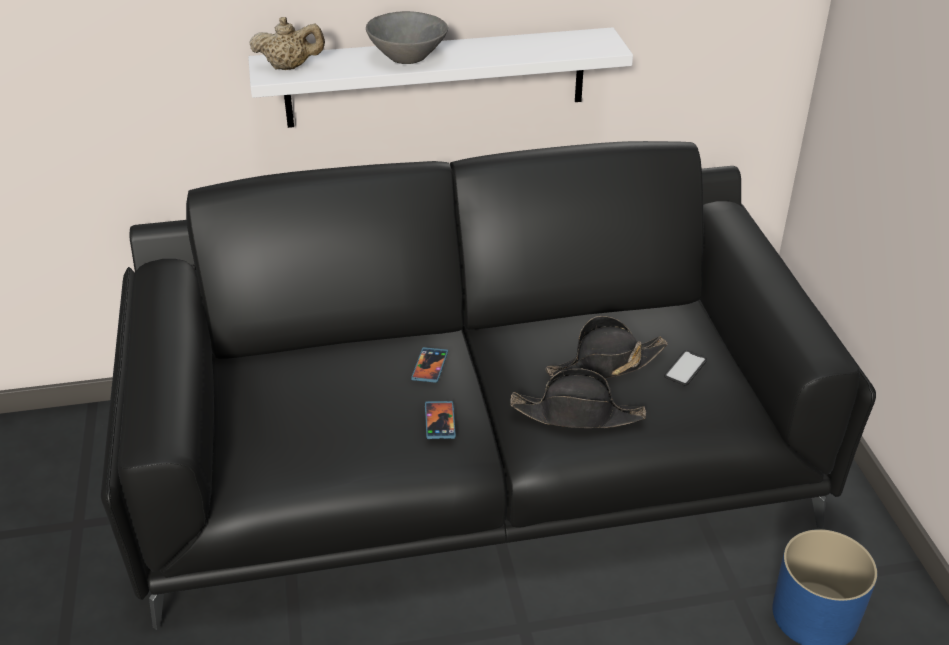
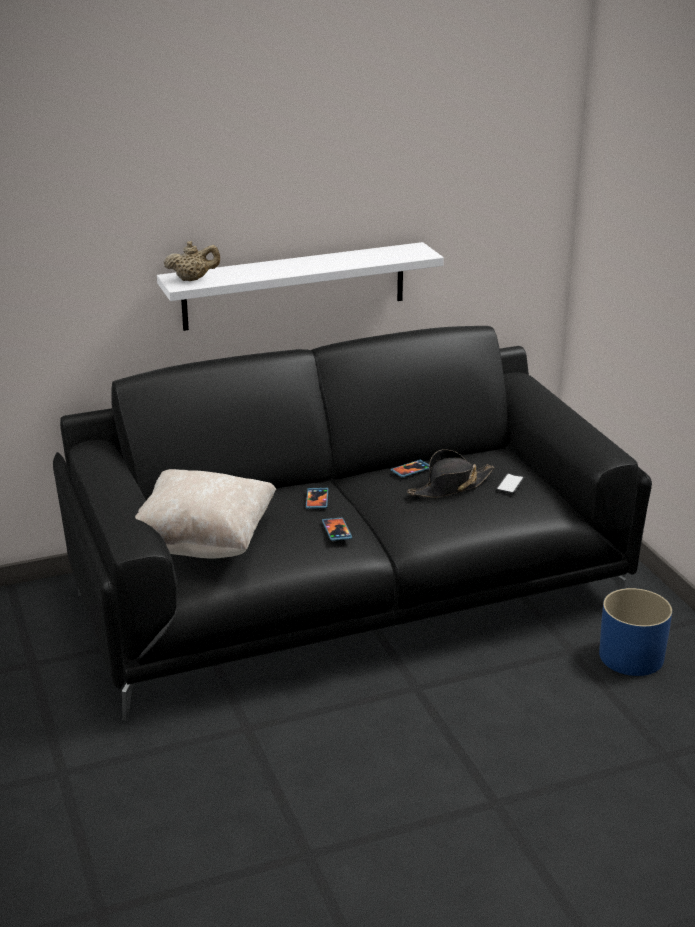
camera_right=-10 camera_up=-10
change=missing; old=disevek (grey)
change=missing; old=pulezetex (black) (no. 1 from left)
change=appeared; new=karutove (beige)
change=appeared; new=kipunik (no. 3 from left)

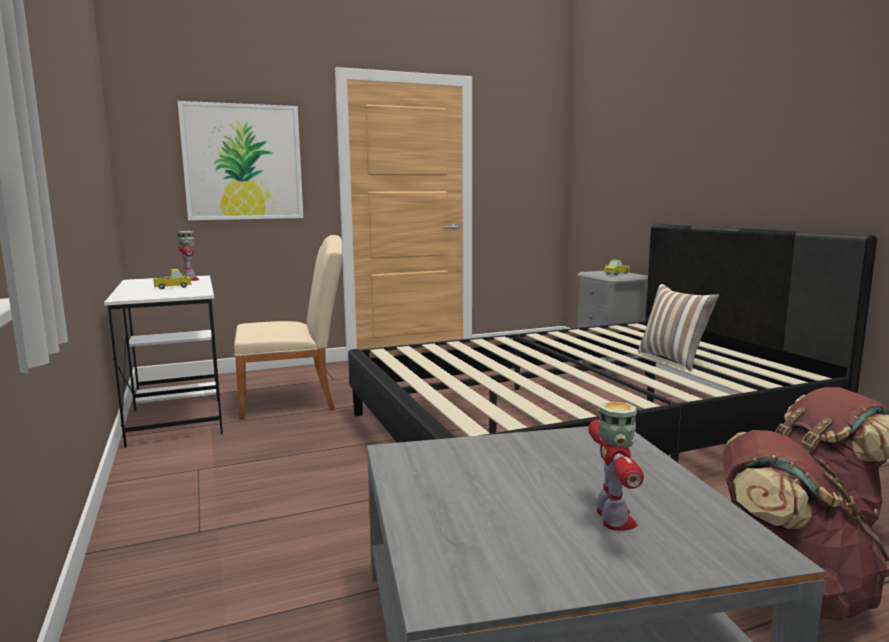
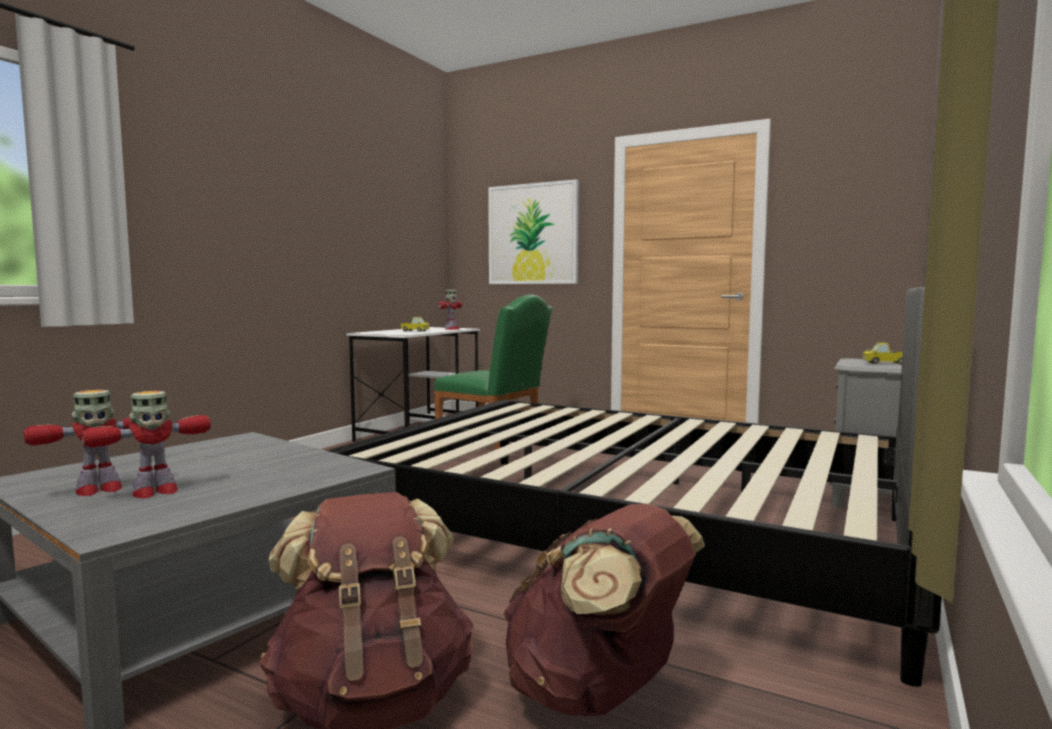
camera_right=50 camera_up=-5
change=colour; old=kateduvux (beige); new=kateduvux (green)
change=missing; old=karutove
change=appeared; new=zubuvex (no. 1 from left)

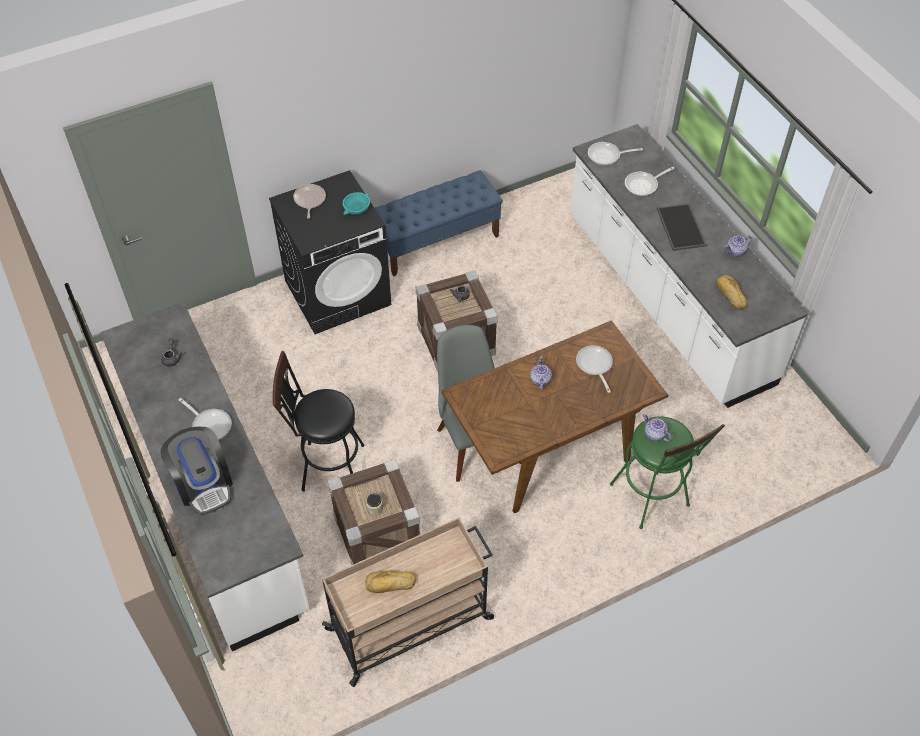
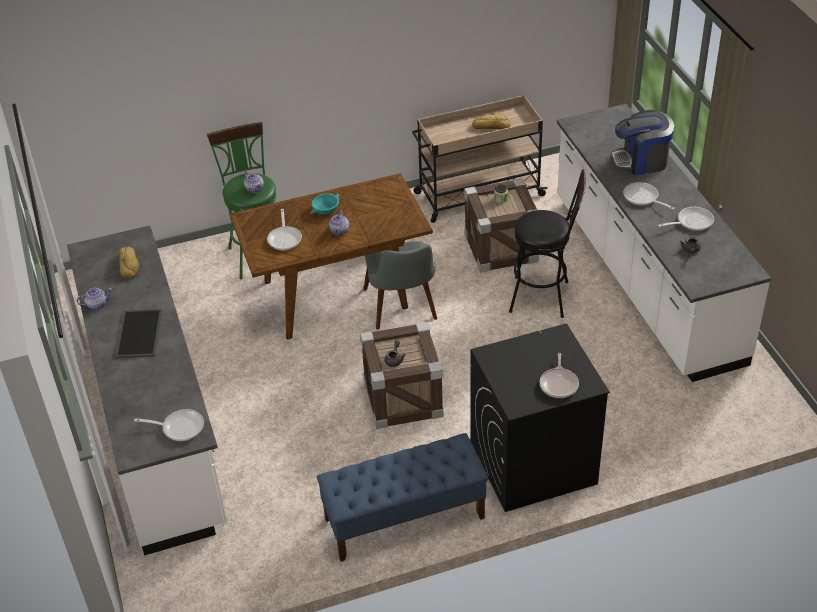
camera_right=-170 camera_up=-10
change=spun; old=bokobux; degrees=-75
change=relocated; old=disevek (turquoise)
change=relocated; old=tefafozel (no. 5 from left)

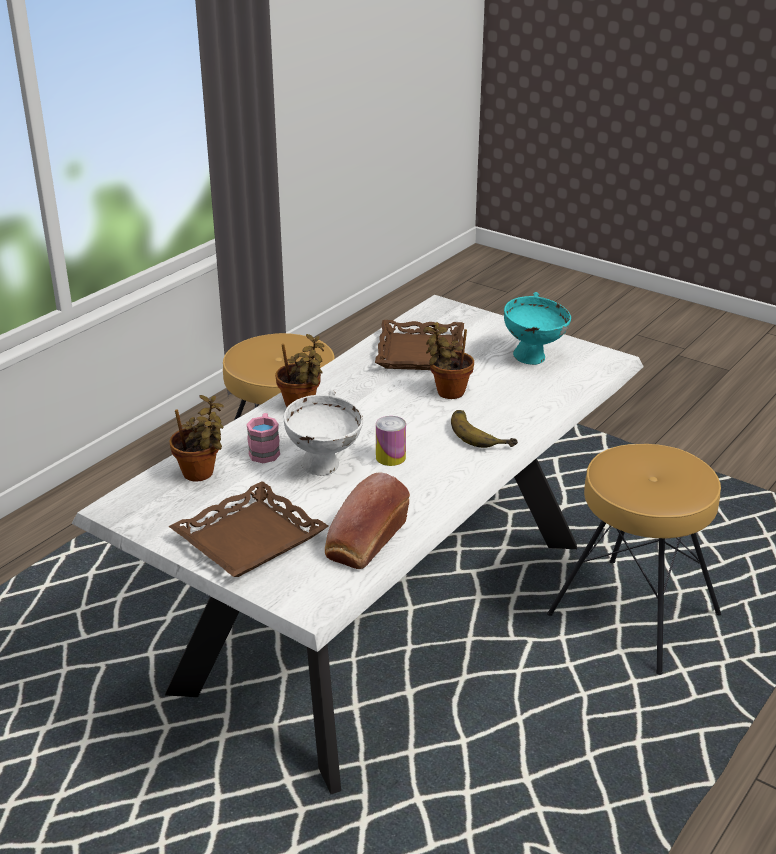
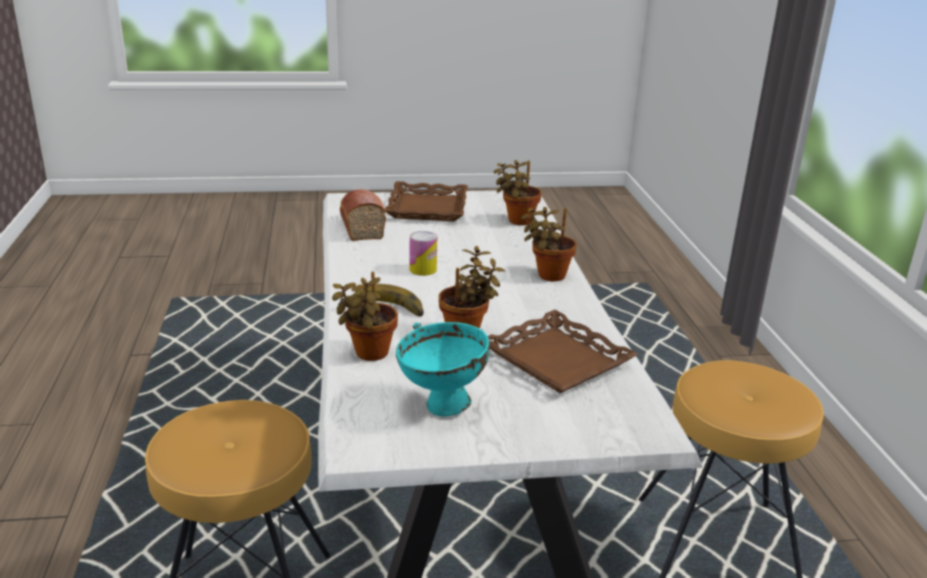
camera_right=135 camera_up=-5
change=missing; old=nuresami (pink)
change=missing; old=disevek (white)
change=appeared; new=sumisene (no. 1 from left)

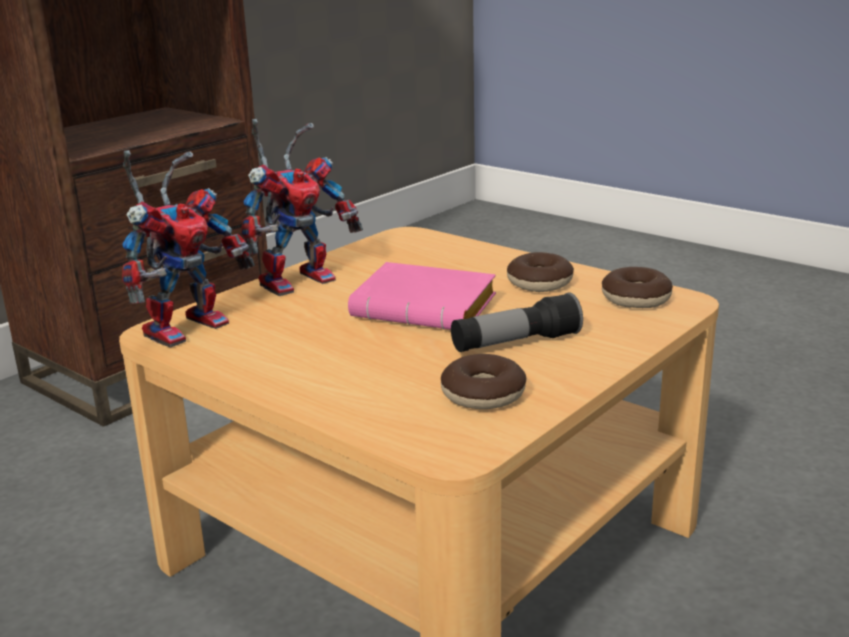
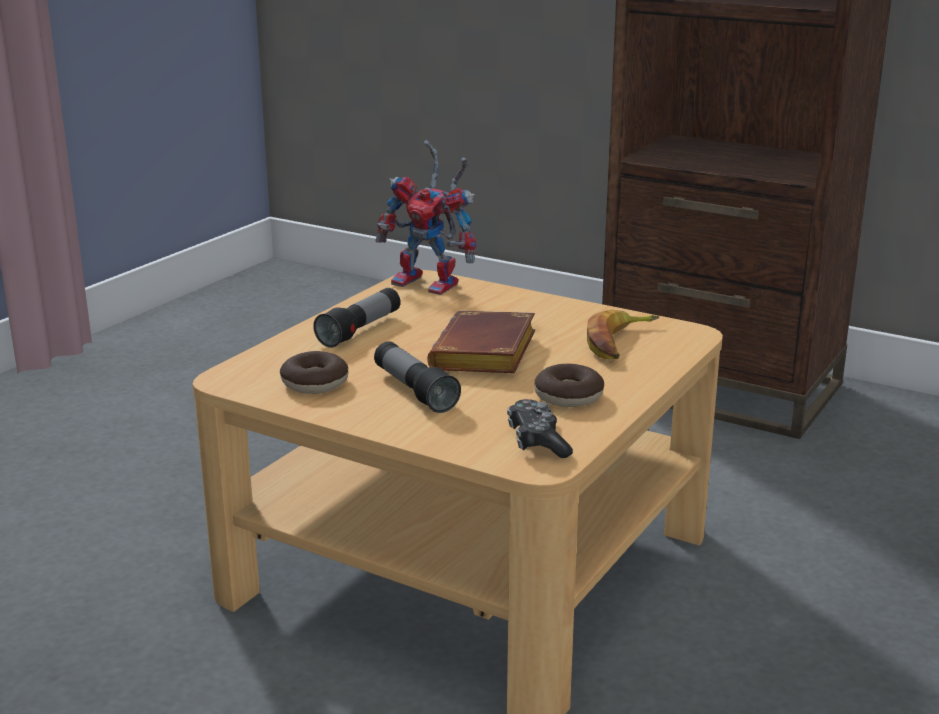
camera_right=80 camera_up=0
change=missing; old=zubuvex (no. 2 from left)
change=colour; old=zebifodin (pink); new=zebifodin (brown)
change=exchanged; old=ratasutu (no. 3 from left); new=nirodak
change=appeared; new=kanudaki (no. 1 from left)
change=appeared; new=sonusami

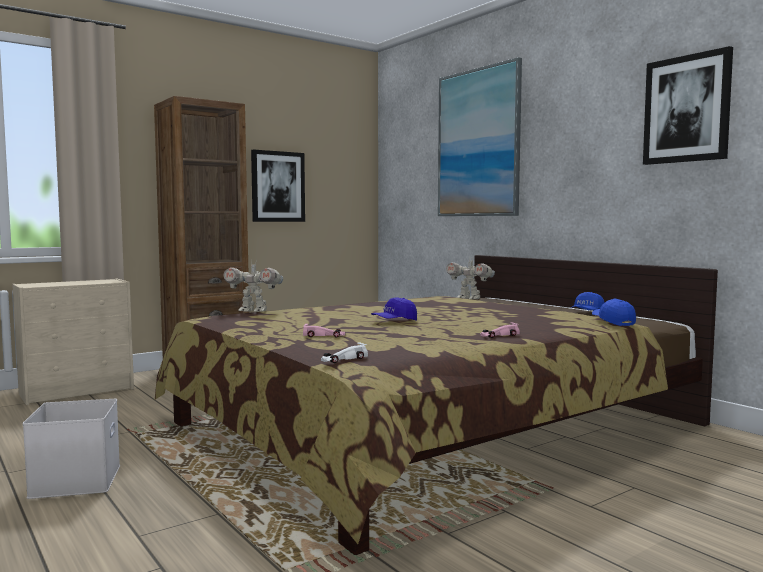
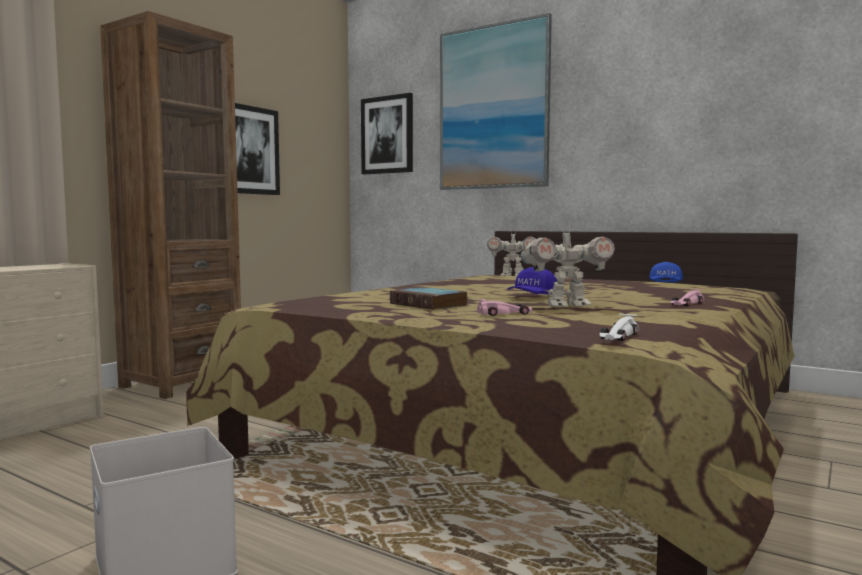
camera_right=-20 camera_up=0
change=relocated; old=zubuvex (no. 1 from left in the first image); new=zubuvex (no. 2 from left)
change=missing; old=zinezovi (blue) (no. 3 from left)
change=relocated; old=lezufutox (no. 3 from left in the first image); new=lezufutox (no. 2 from left)
change=appeared; new=zebifodin

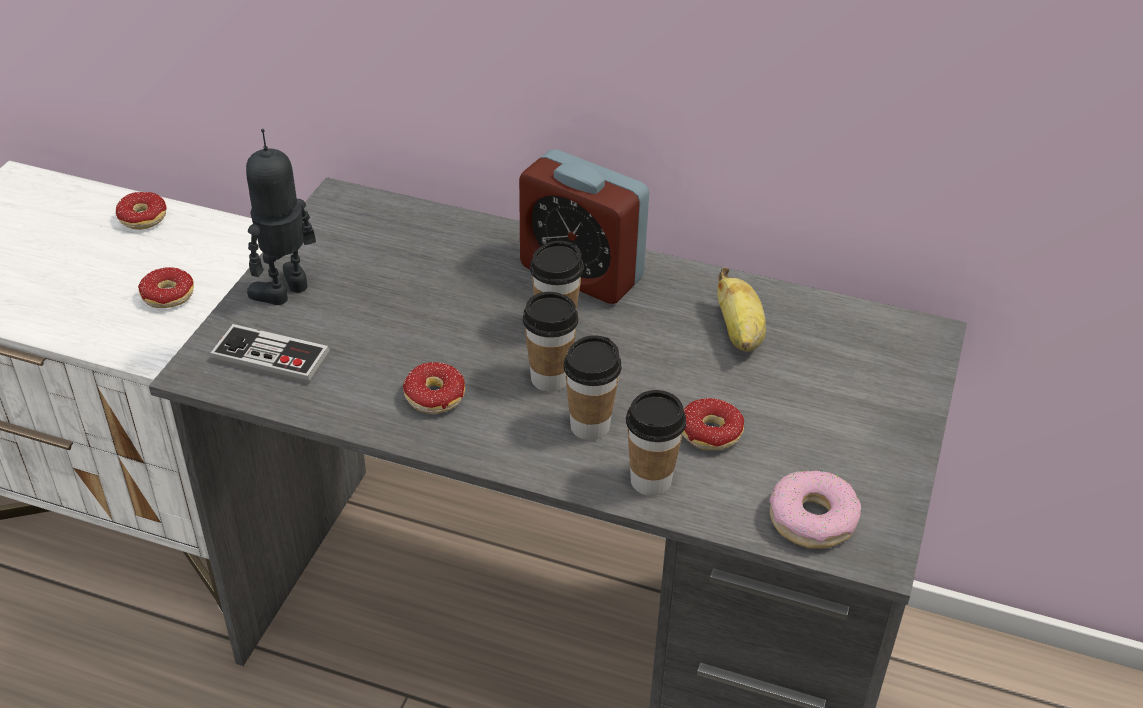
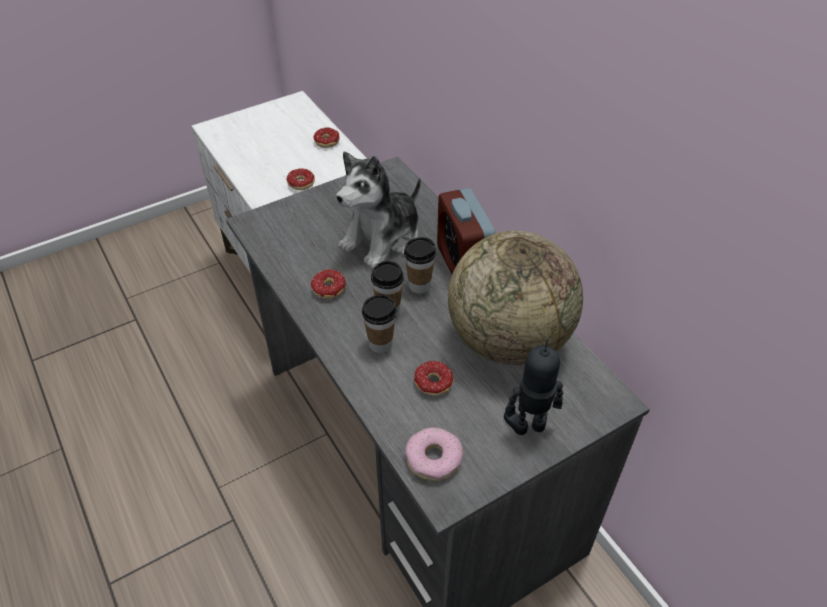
camera_right=40 camera_up=5
change=missing; old=nirodak
change=relocated; old=zubuvex
change=missing; old=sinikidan (no. 4 from left)
change=exchanged; old=sonusami; new=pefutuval
change=appeared; new=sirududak

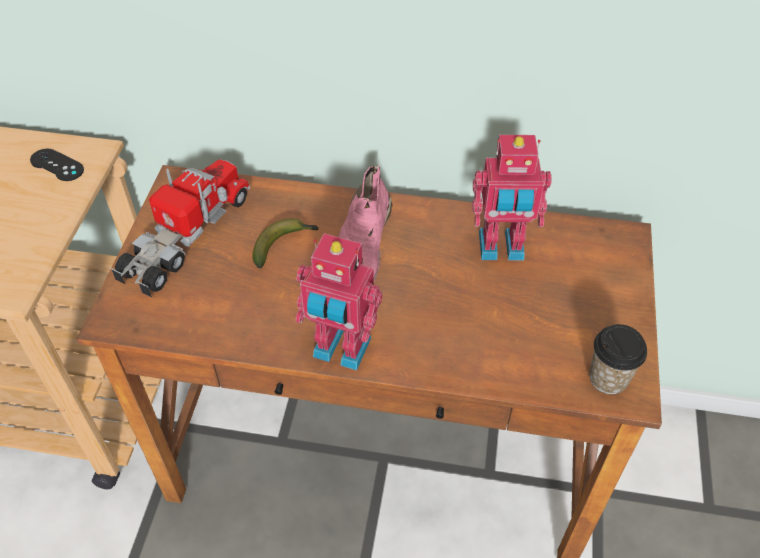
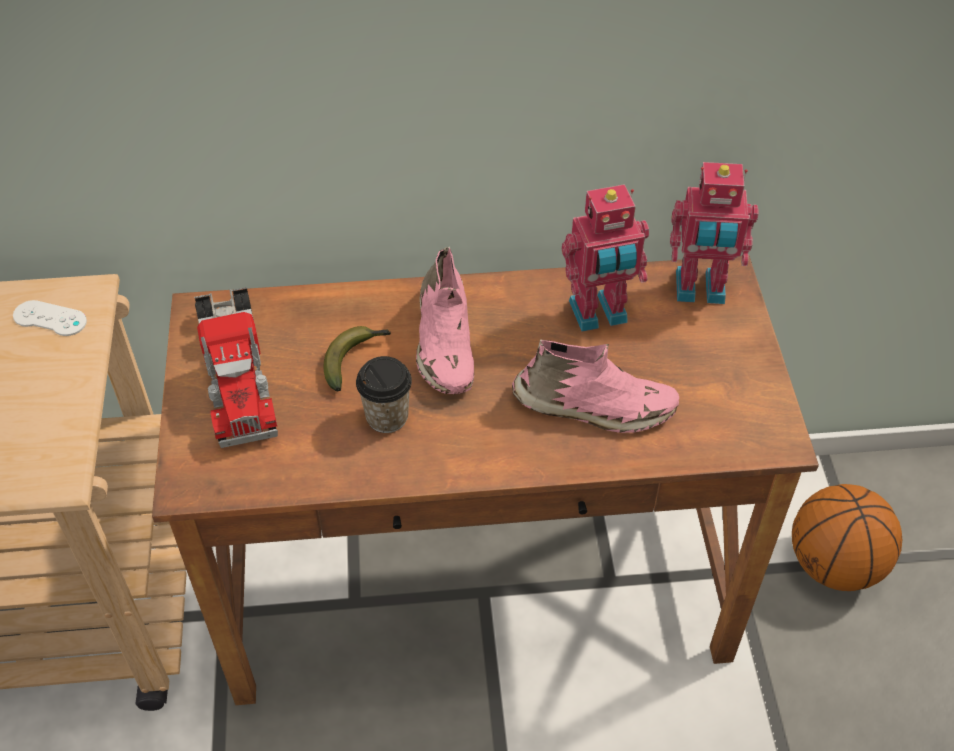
camera_right=-15 camera_up=0
change=colour; old=nirodak (black); new=nirodak (white)
change=spun; old=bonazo; degrees=150
change=relocated; old=zubuvex (no. 1 from left in the first image); new=zubuvex (no. 2 from left)
change=relocated; old=sinikidan
change=appeared; new=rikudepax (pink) (no. 2 from left)
change=appeared; new=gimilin

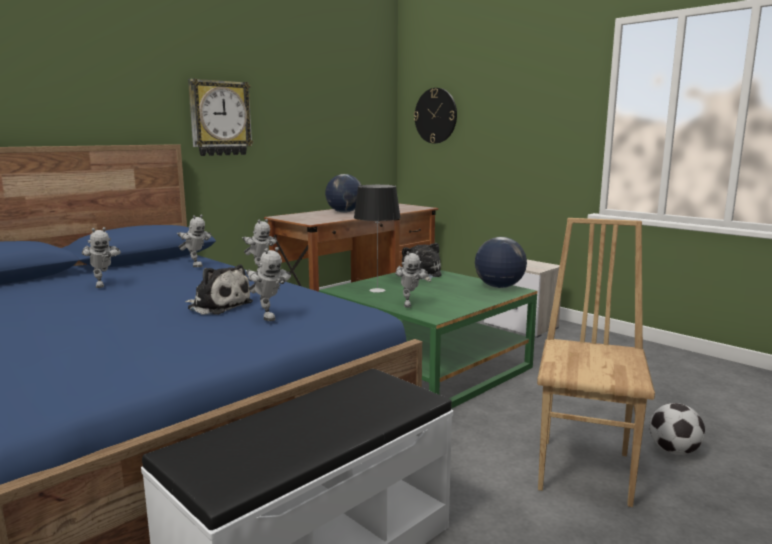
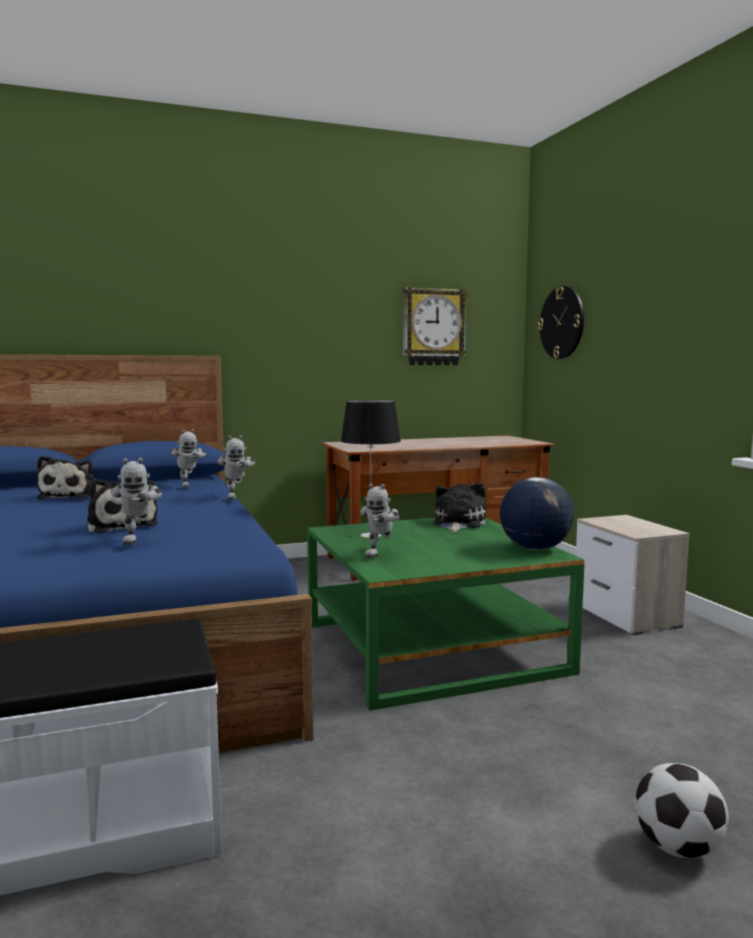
camera_right=25 camera_up=-5
change=exchanged; old=zubuvex (no. 1 from left); new=sirududak (no. 1 from left)
change=relocated; old=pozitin (no. 1 from left)
change=missing; old=pefutuval (no. 1 from left)
change=missing; old=kateduvux (brown)

